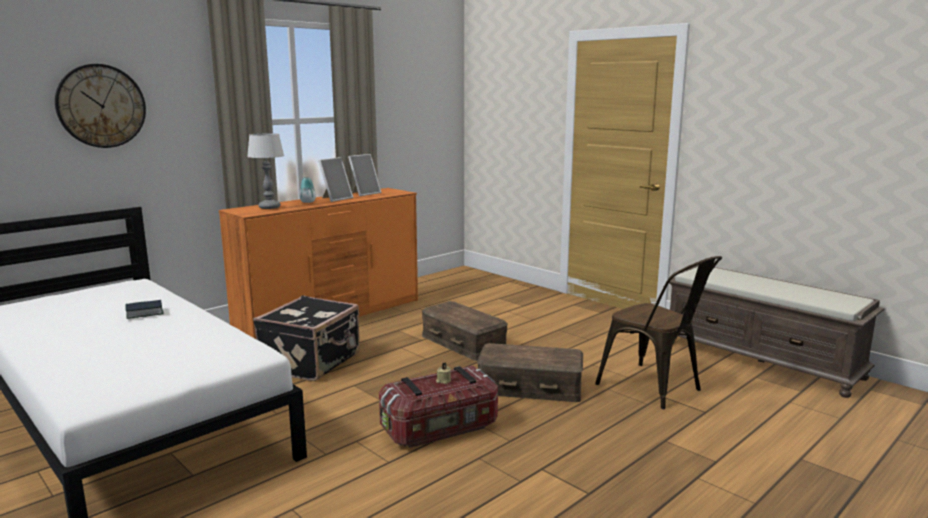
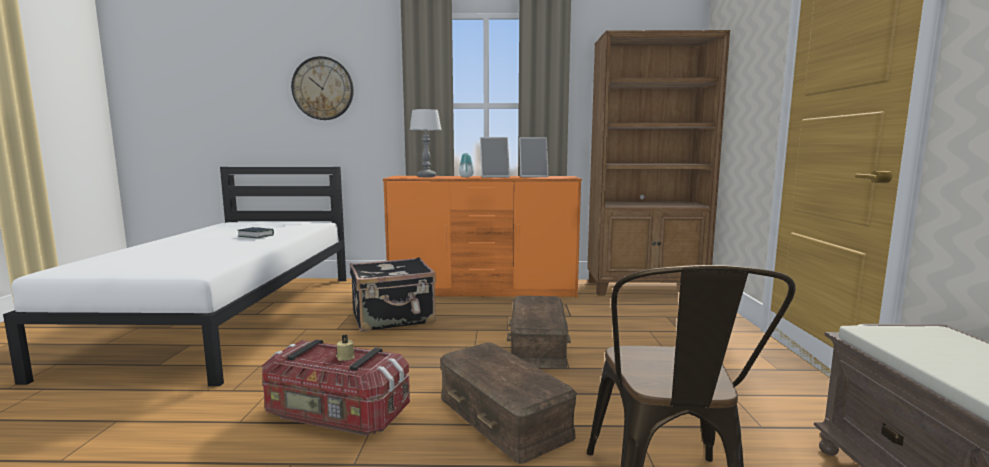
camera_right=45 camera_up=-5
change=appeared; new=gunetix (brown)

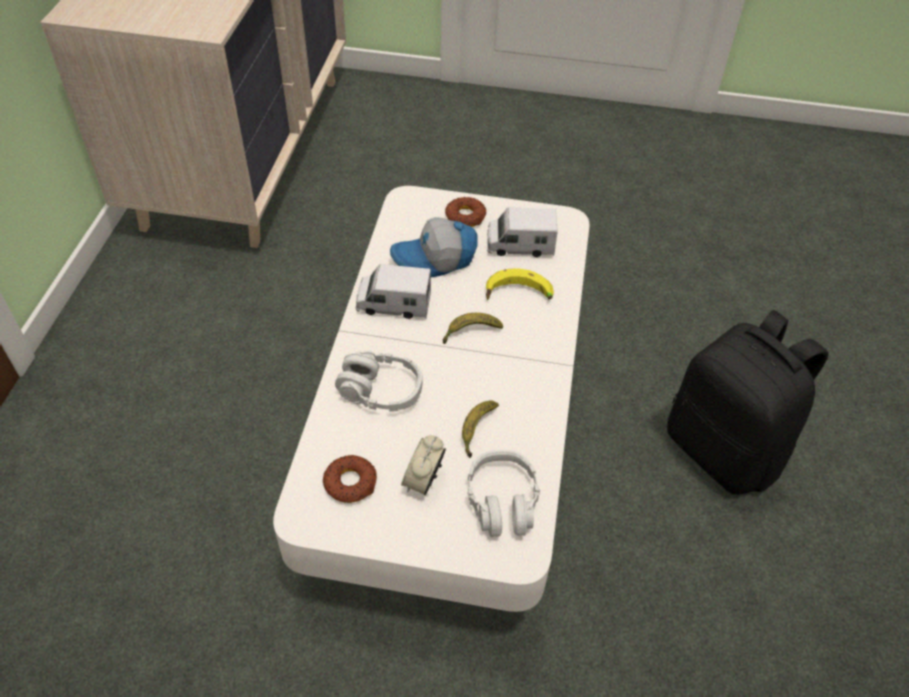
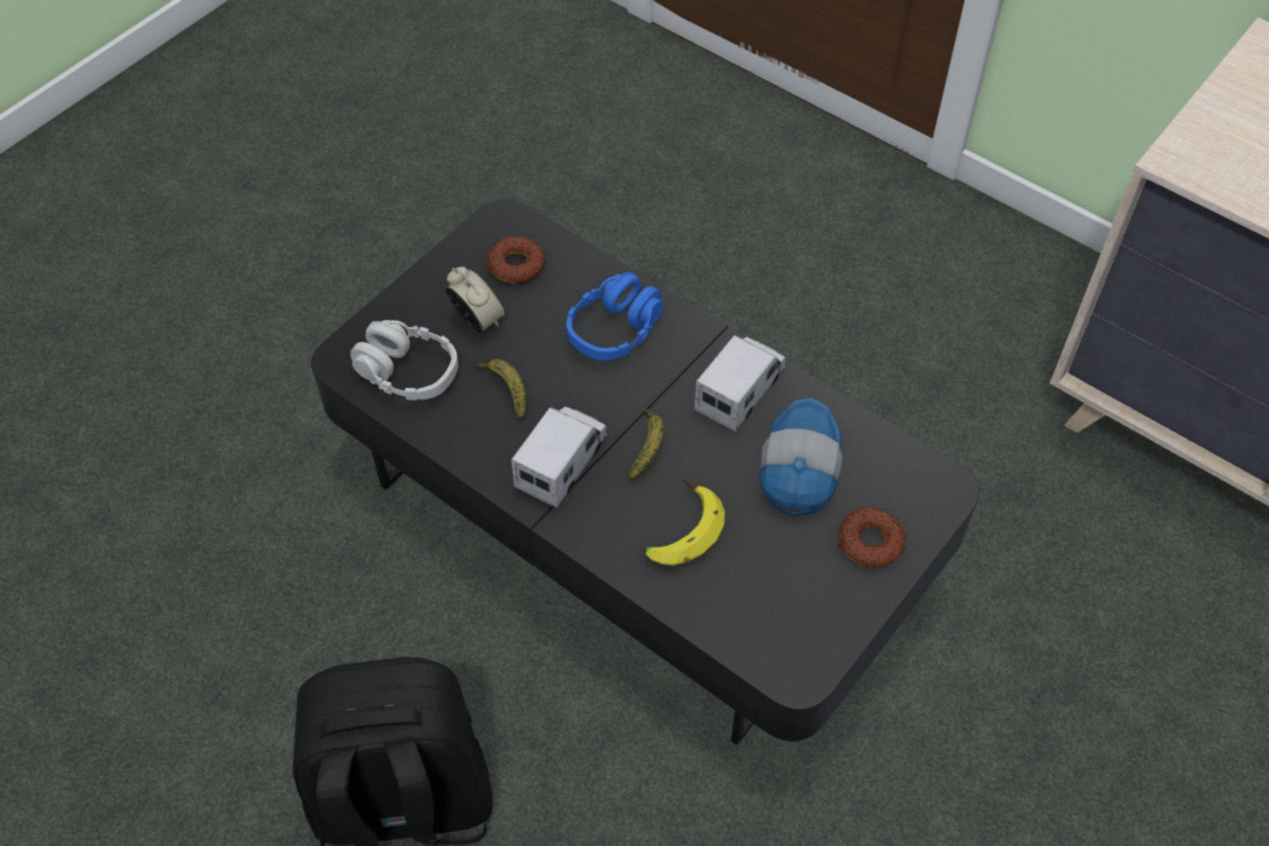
camera_right=120 camera_up=5
change=colour; old=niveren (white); new=niveren (black)
change=colour; old=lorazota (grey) (no. 1 from left); new=lorazota (blue)
change=relocated; old=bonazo (no. 2 from left in the first image); new=bonazo (no. 1 from left)

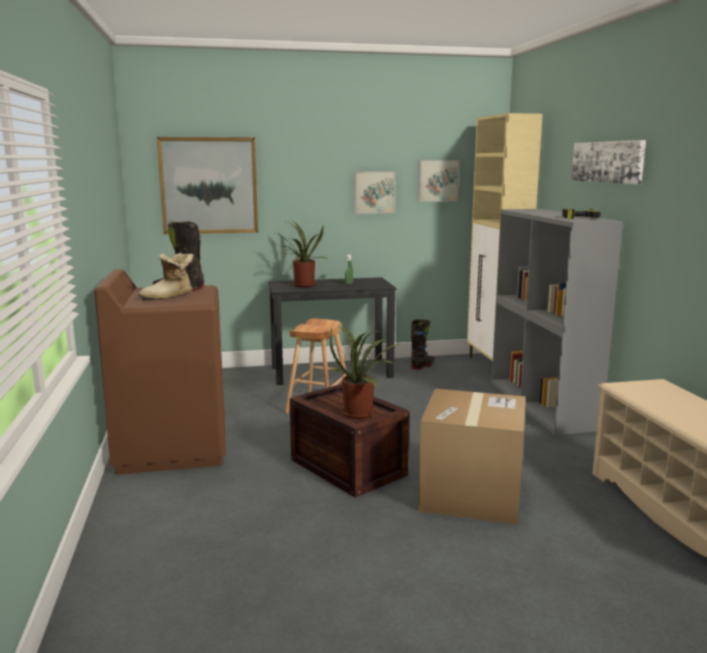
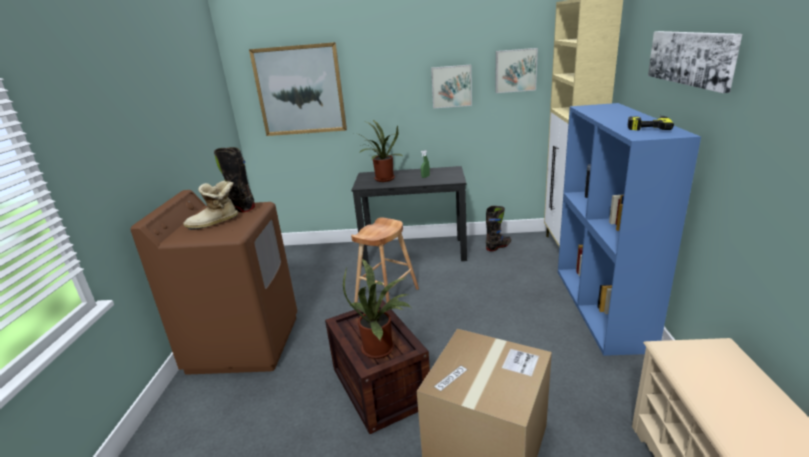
camera_right=15 camera_up=10
change=colour; old=gunetix (grey); new=gunetix (blue)

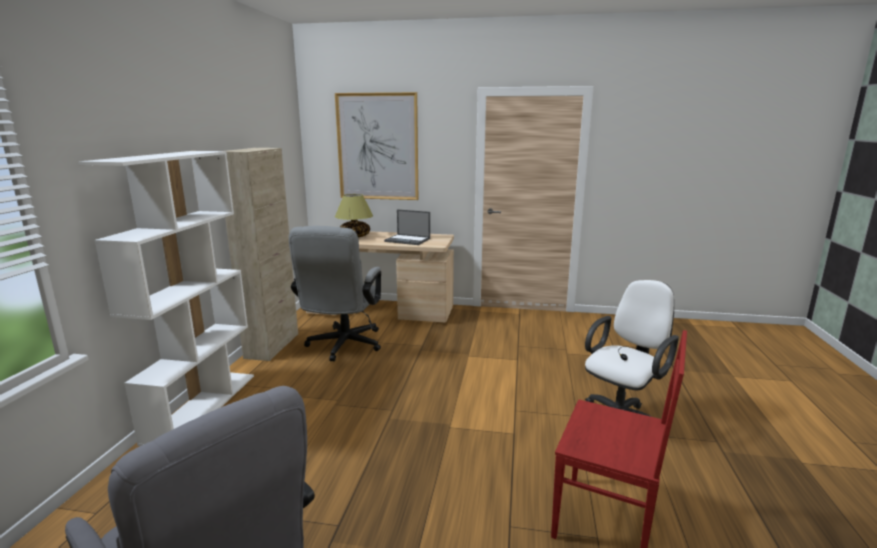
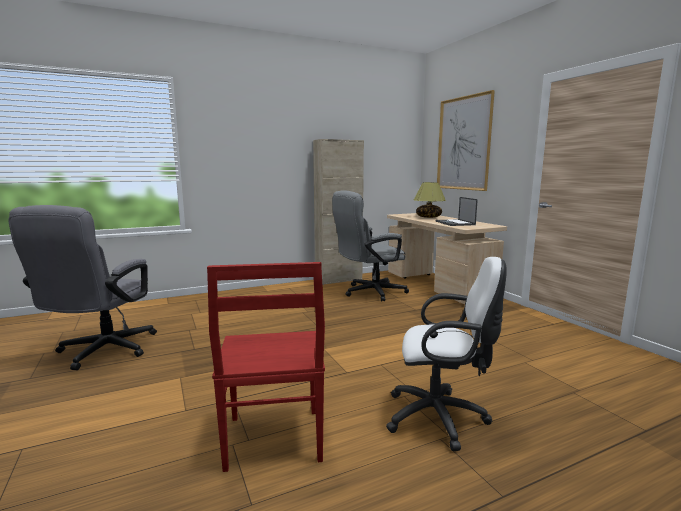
camera_right=55 camera_up=-5
change=missing; old=gunetix (white)

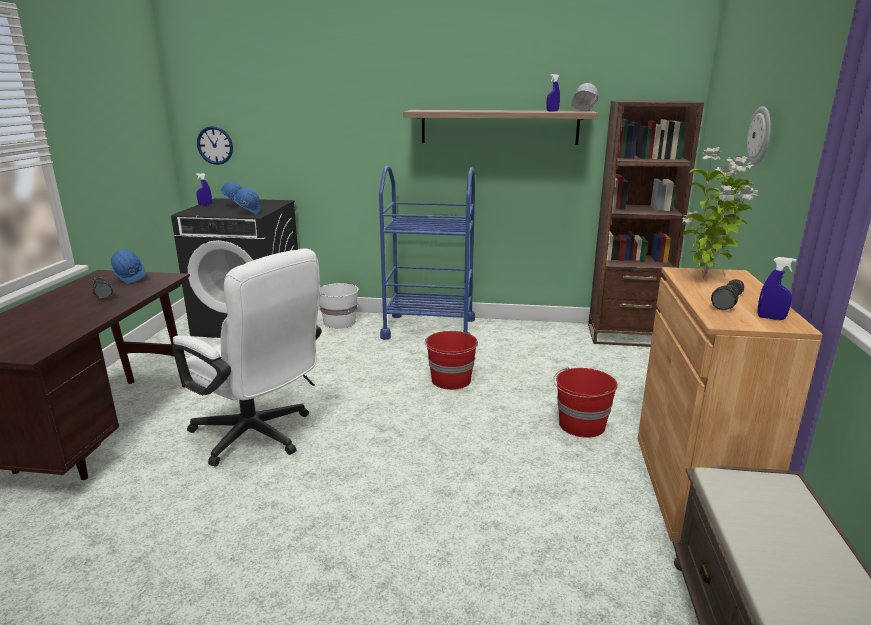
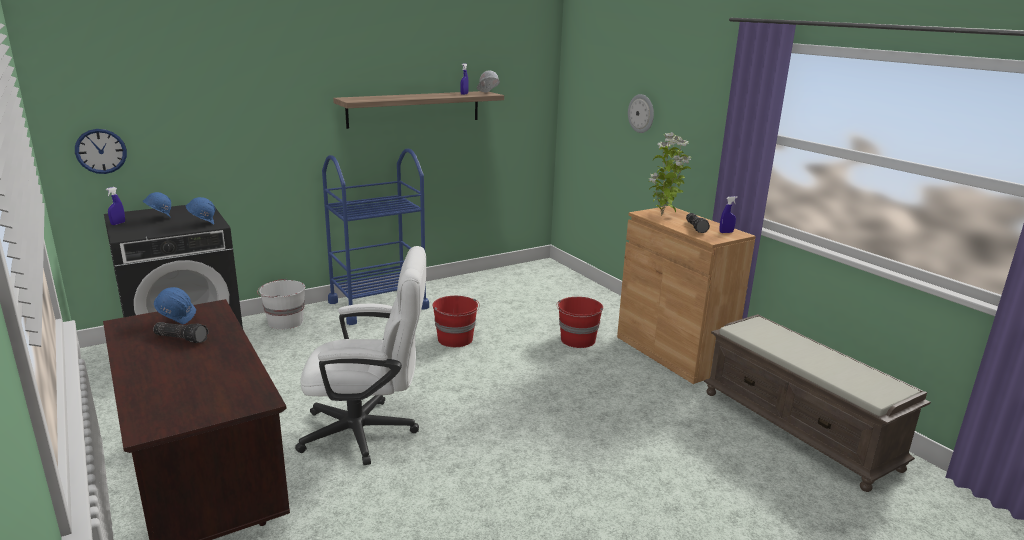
camera_right=-40 camera_up=0
change=missing; old=gunetix (brown)

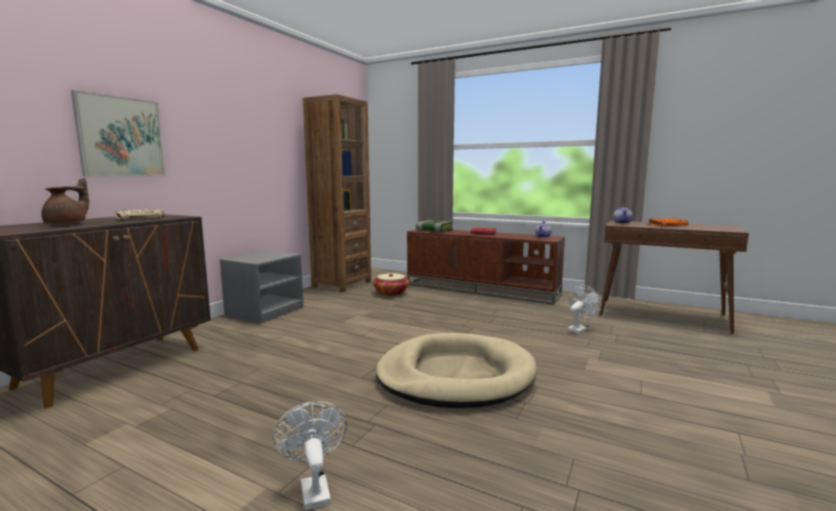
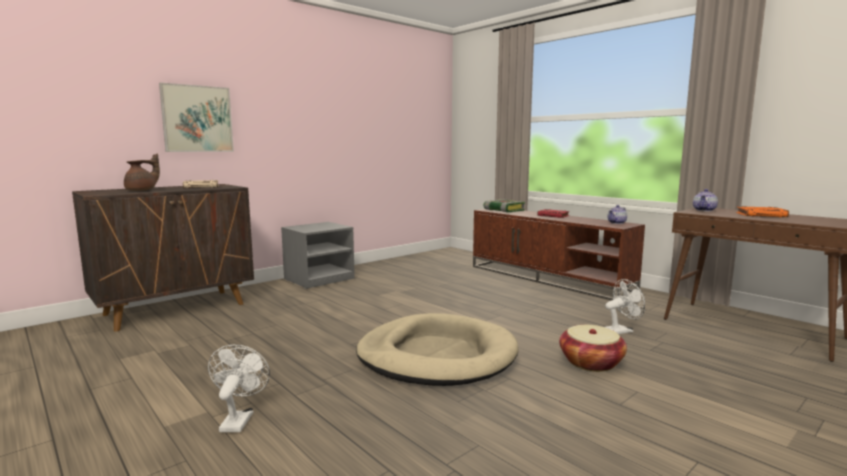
camera_right=20 camera_up=0
change=missing; old=gunetix (brown)
change=relocated; old=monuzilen

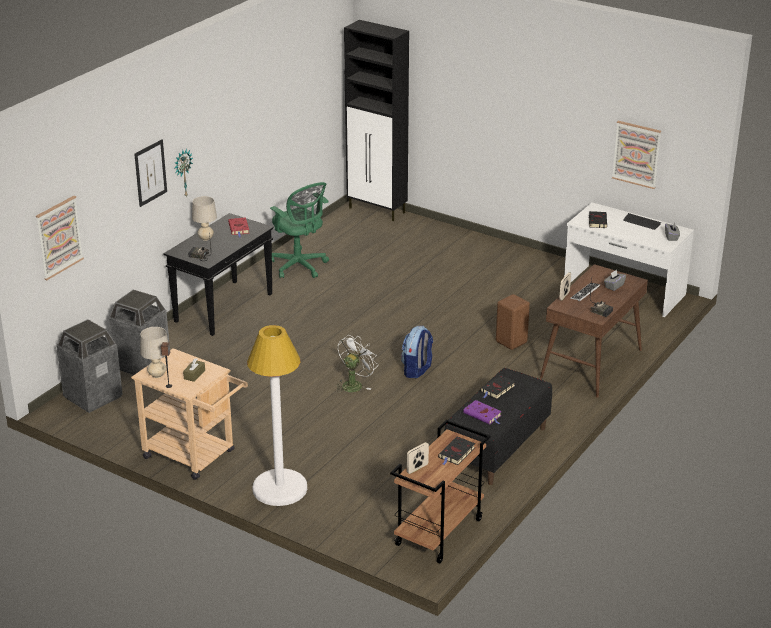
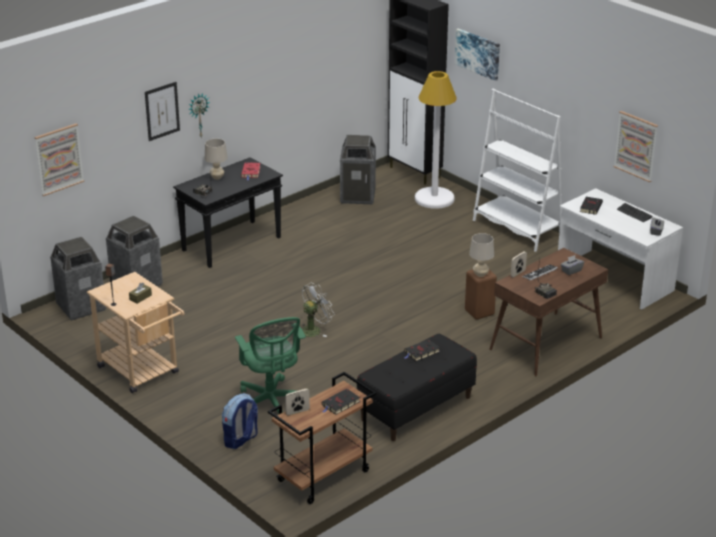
camera_right=15 camera_up=0
change=relocated; old=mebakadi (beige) (no. 1 from left in the first image); new=mebakadi (beige) (no. 2 from left)
change=relocated; old=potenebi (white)
change=relocated; old=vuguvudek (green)
change=relocated; old=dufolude
change=missing; old=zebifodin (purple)
change=appeared; new=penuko (no. 3 from left)
change=appeared; new=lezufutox (no. 3 from left)
change=appeared; new=gunetix (white)

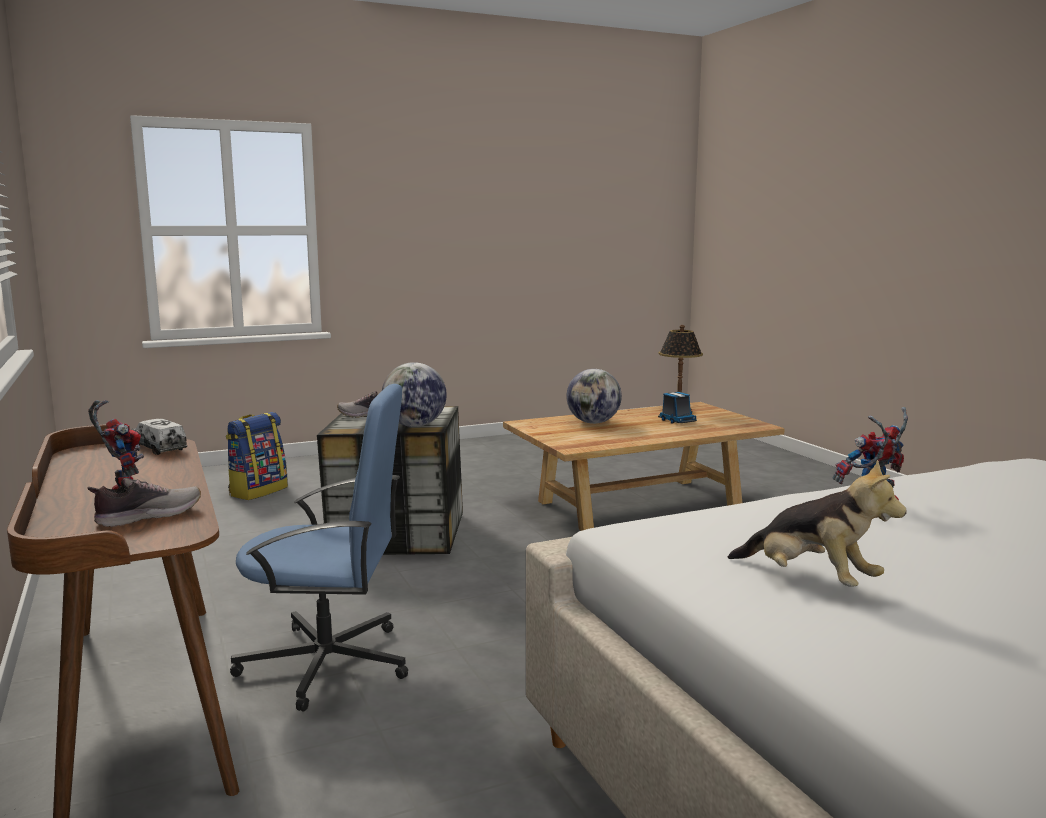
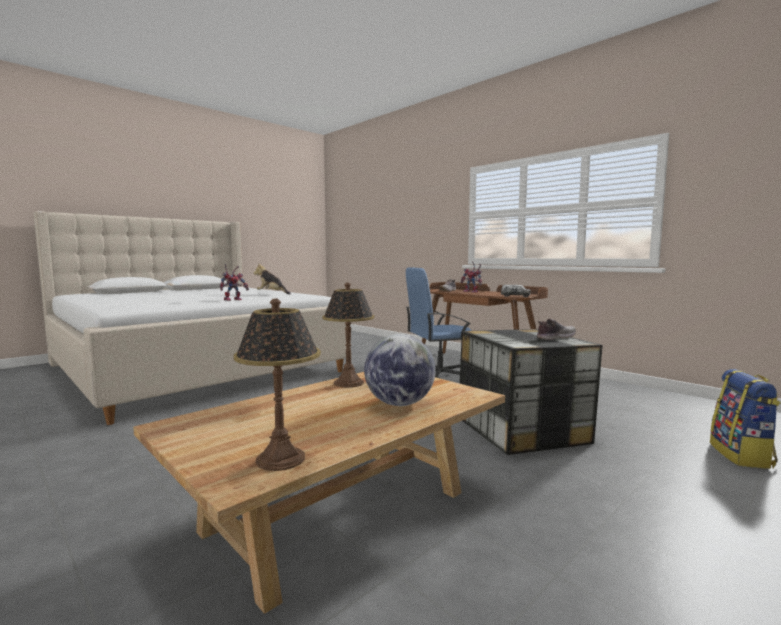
camera_right=160 camera_up=-5
change=missing; old=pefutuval (no. 1 from left)
change=missing; old=bonazo (no. 2 from left)
change=appeared; new=mebakadi (no. 2 from left)

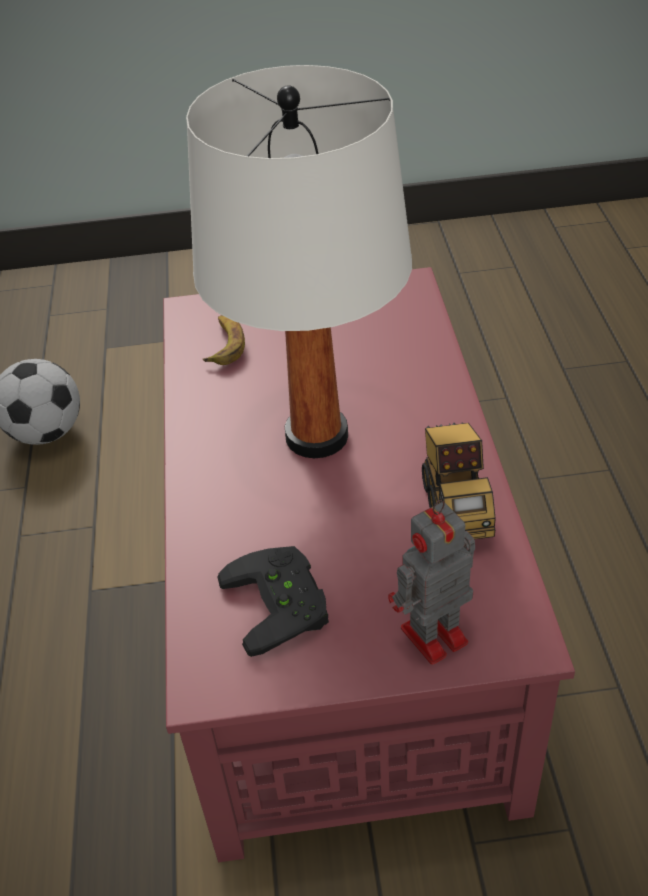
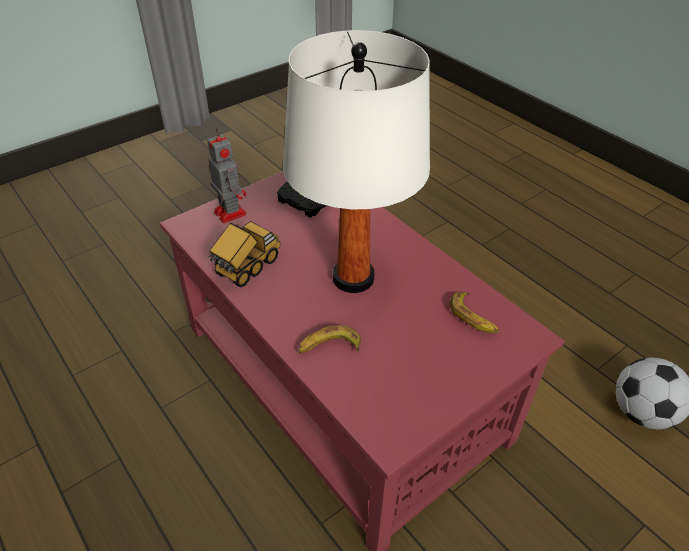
camera_right=145 camera_up=0
change=spun; old=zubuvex; degrees=-60
change=spun; old=bonazo; degrees=75
change=appeared; new=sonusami (no. 1 from left)

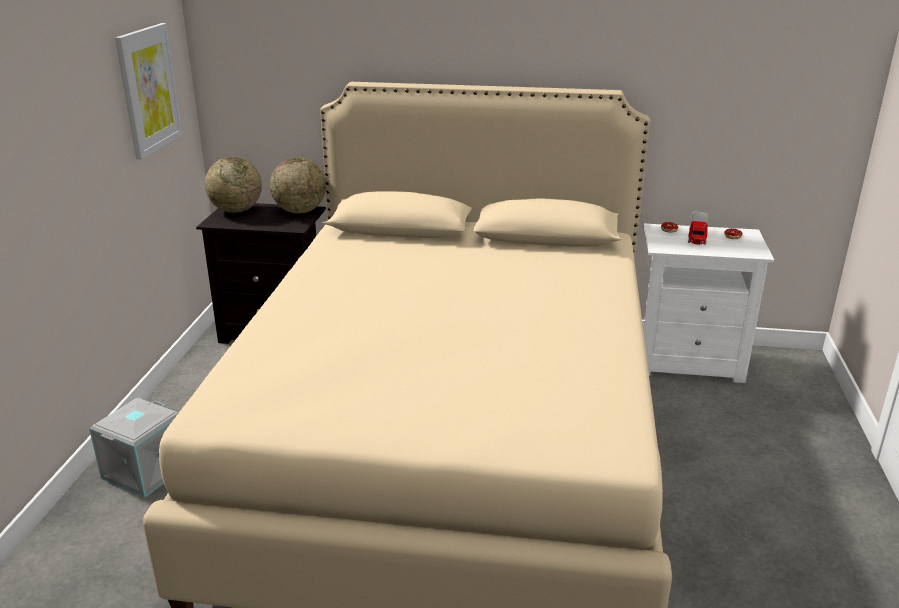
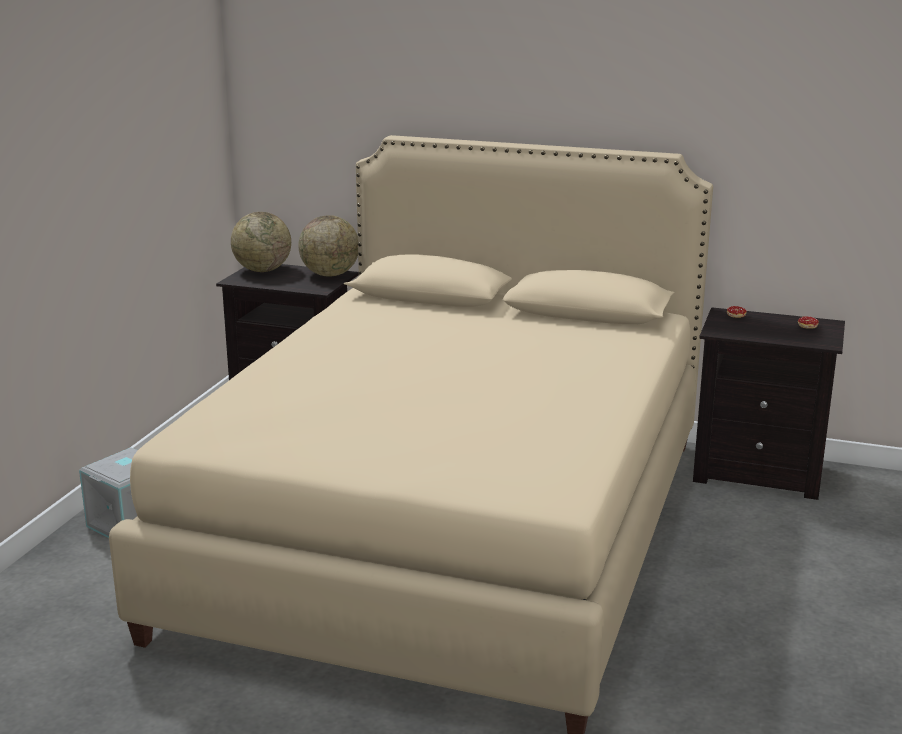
camera_right=10 camera_up=-5
change=missing; old=lezufutox
change=colour; old=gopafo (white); new=gopafo (black) (no. 2 from left)
change=missing; old=bonazo

